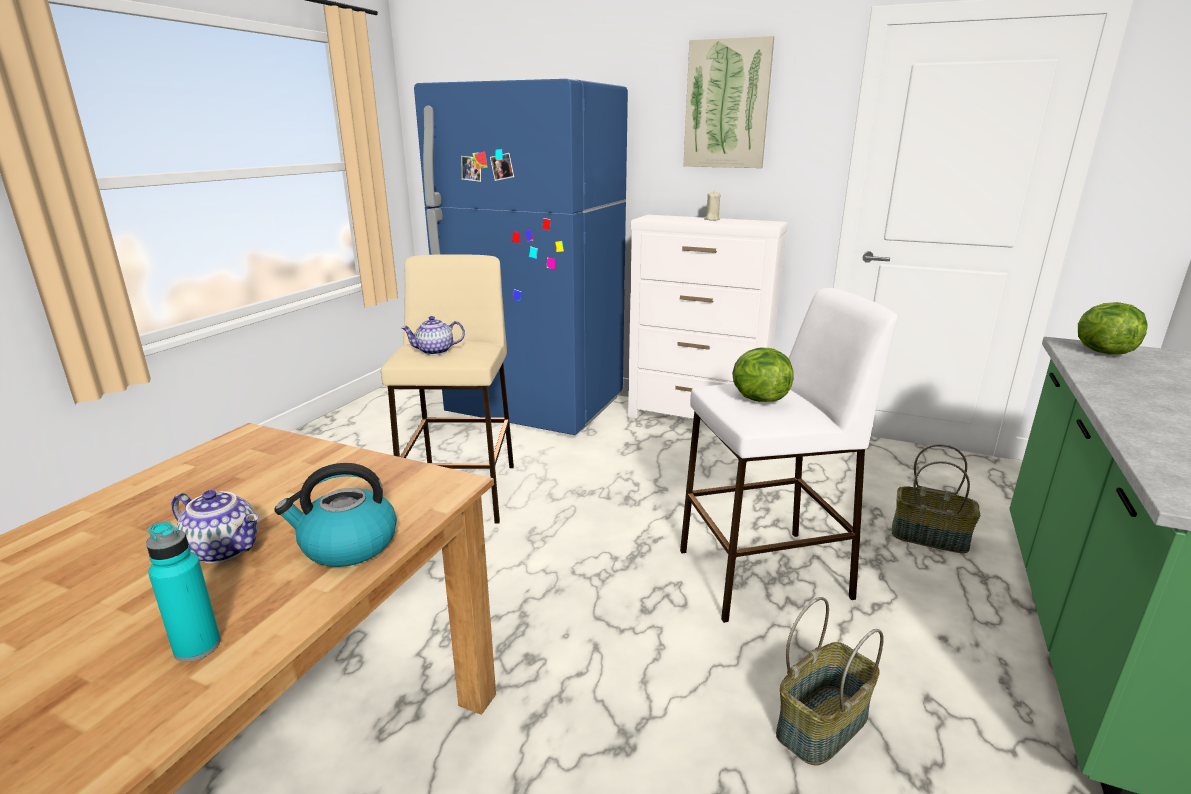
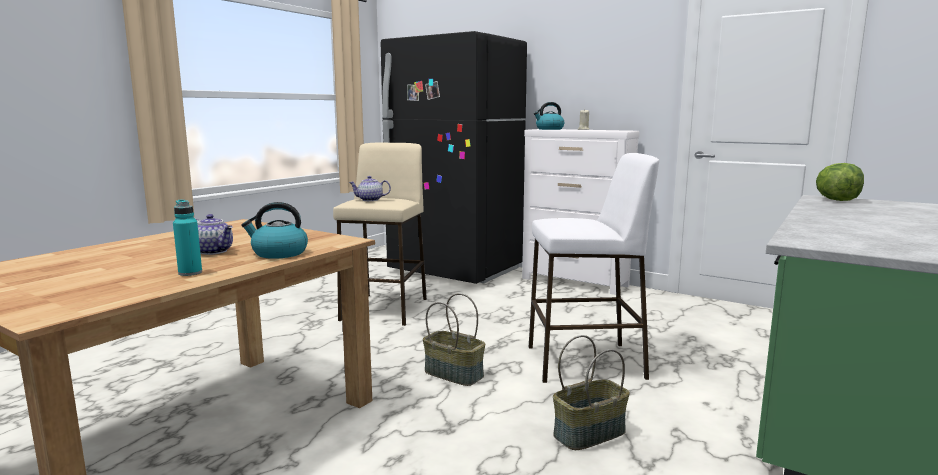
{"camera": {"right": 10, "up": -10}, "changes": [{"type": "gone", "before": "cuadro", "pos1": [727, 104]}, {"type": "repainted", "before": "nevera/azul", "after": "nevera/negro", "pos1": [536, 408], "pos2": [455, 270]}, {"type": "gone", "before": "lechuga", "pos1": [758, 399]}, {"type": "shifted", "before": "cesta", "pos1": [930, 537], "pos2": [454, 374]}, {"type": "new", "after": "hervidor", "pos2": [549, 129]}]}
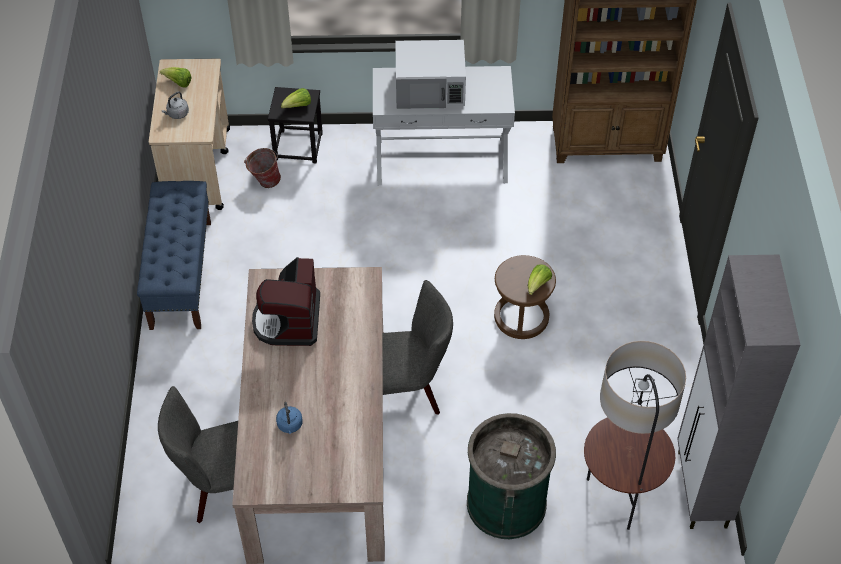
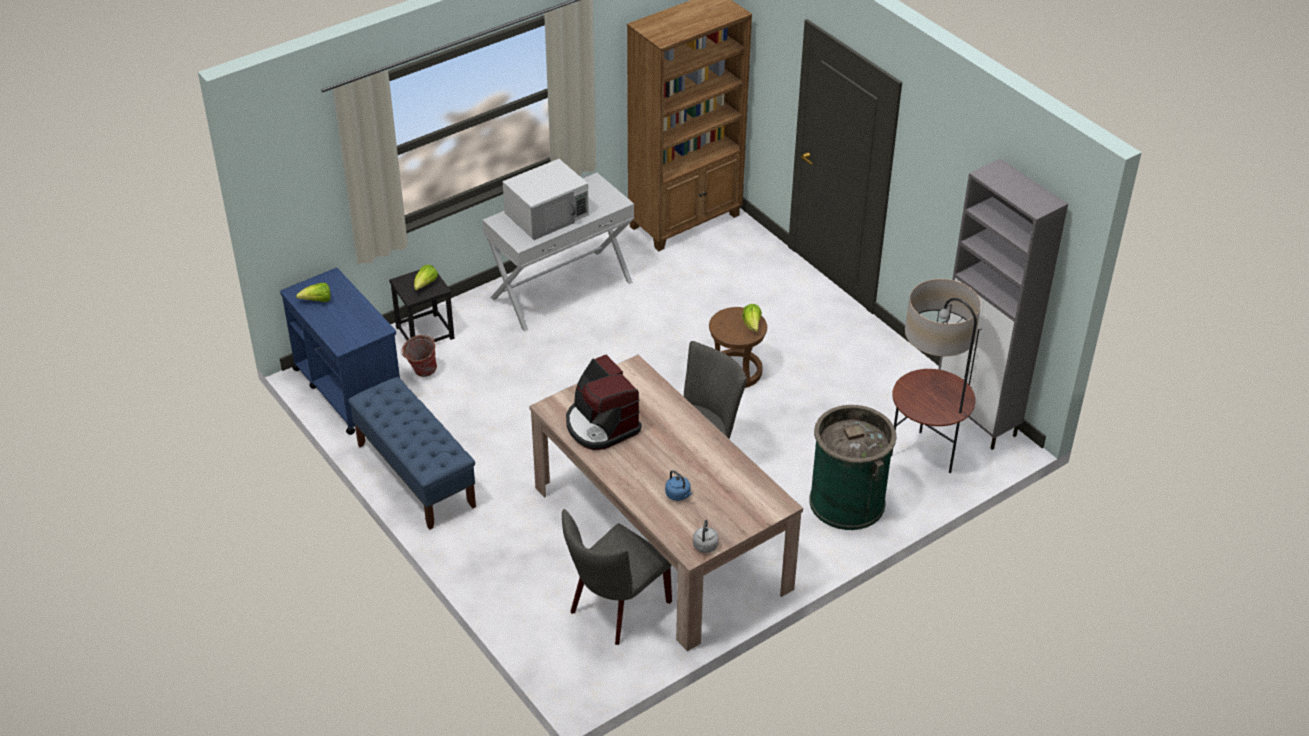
{"camera": {"right": -35, "up": -10}, "changes": [{"type": "repainted", "before": "carrito/beis", "after": "carrito/azul", "pos1": [197, 168], "pos2": [348, 389]}, {"type": "shifted", "before": "hervidor/gris", "pos1": [177, 114], "pos2": [705, 547]}]}
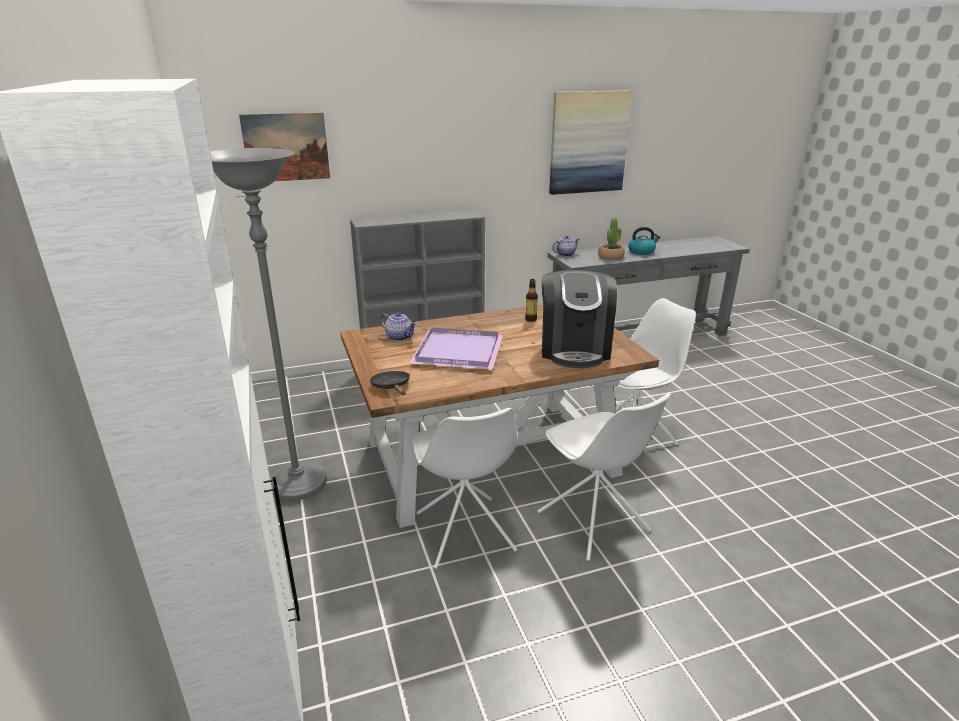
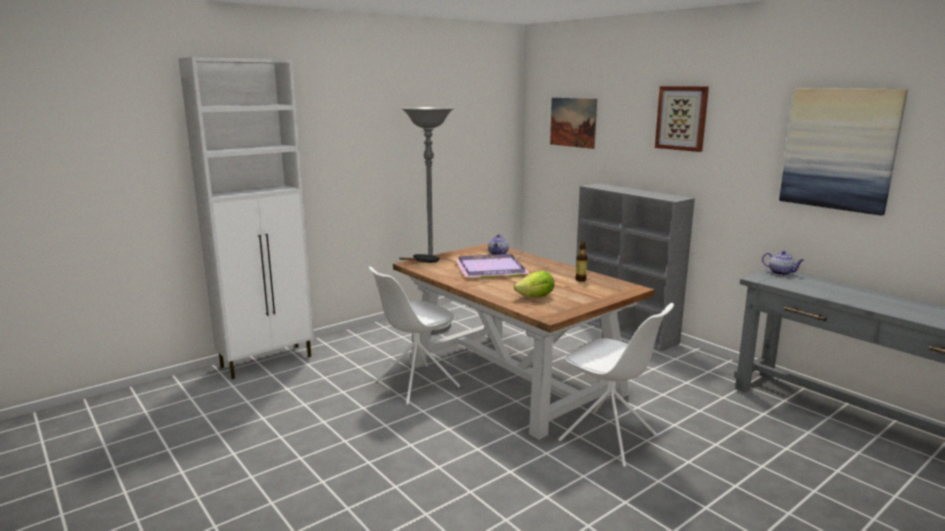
{"camera": {"right": 70, "up": -10}, "changes": [{"type": "gone", "before": "planta en maceta", "pos1": [610, 257]}, {"type": "gone", "before": "hervidor", "pos1": [642, 252]}, {"type": "swapped", "before": "cafetera", "after": "lechuga", "pos1": [574, 349], "pos2": [536, 297]}, {"type": "gone", "before": "silla/blanco", "pos1": [594, 523]}, {"type": "new", "after": "cuadro", "pos2": [682, 118]}]}
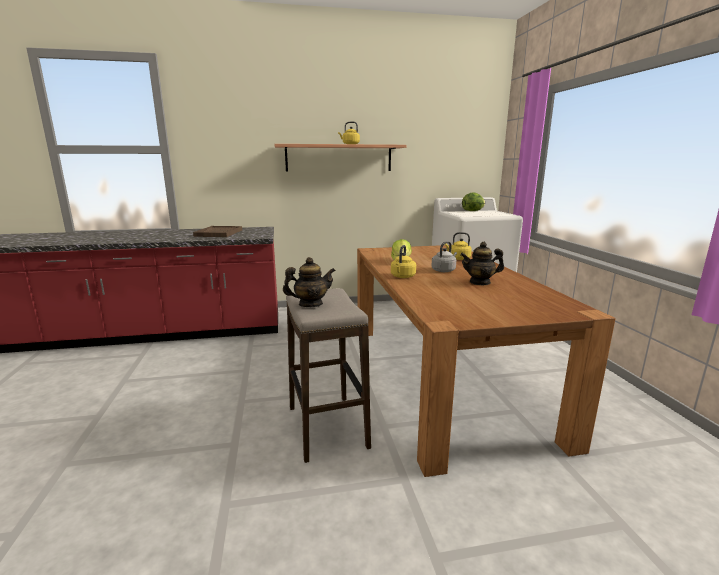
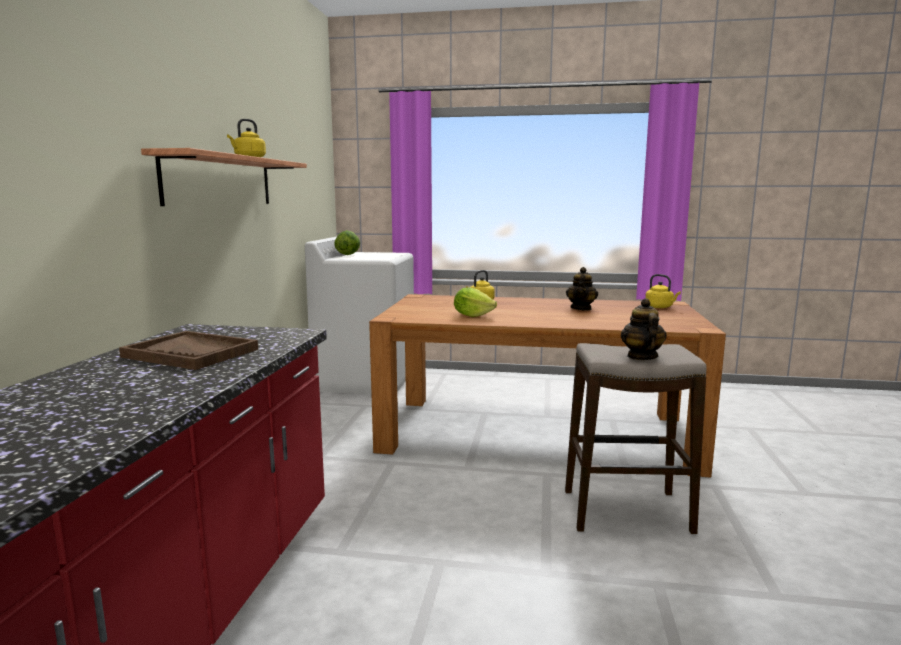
{"camera": {"right": -70, "up": -5}, "changes": [{"type": "gone", "before": "hervidor/gris", "pos1": [444, 270]}, {"type": "shifted", "before": "hervidor/amarillo", "pos1": [402, 277], "pos2": [660, 307]}]}
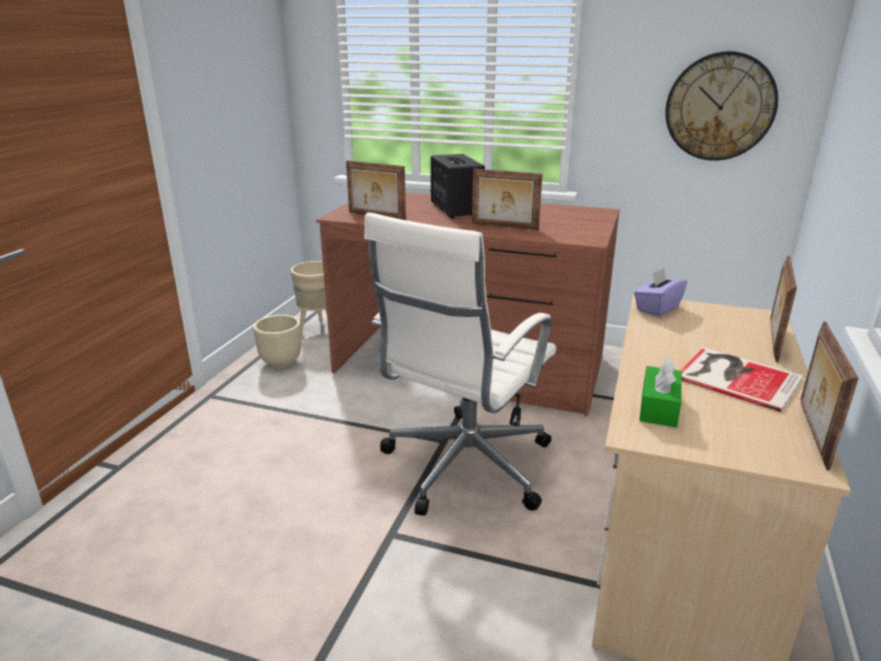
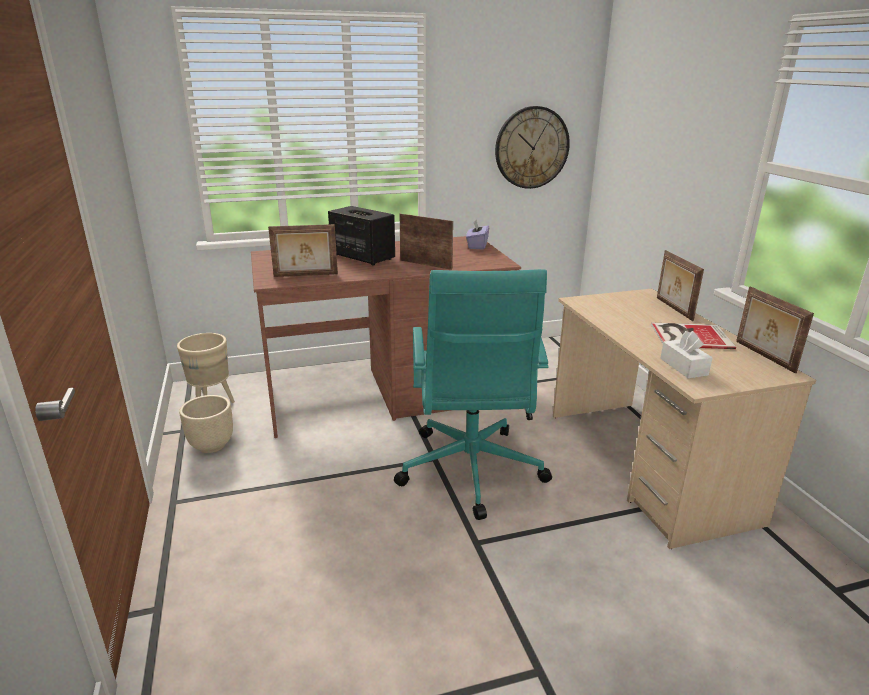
{"camera": {"right": -35, "up": 0}, "changes": [{"type": "rotated", "before": "portarretratos", "pos1": [504, 226], "pos2": [426, 264], "turn": -135}, {"type": "repainted", "before": "silla de oficina/blanco", "after": "silla de oficina/turquesa", "pos1": [464, 467], "pos2": [470, 472]}, {"type": "shifted", "before": "caja de pañuelos/morado", "pos1": [657, 308], "pos2": [477, 246]}, {"type": "repainted", "before": "caja de pañuelos/verde", "after": "caja de pañuelos/blanco", "pos1": [659, 407], "pos2": [683, 367]}]}
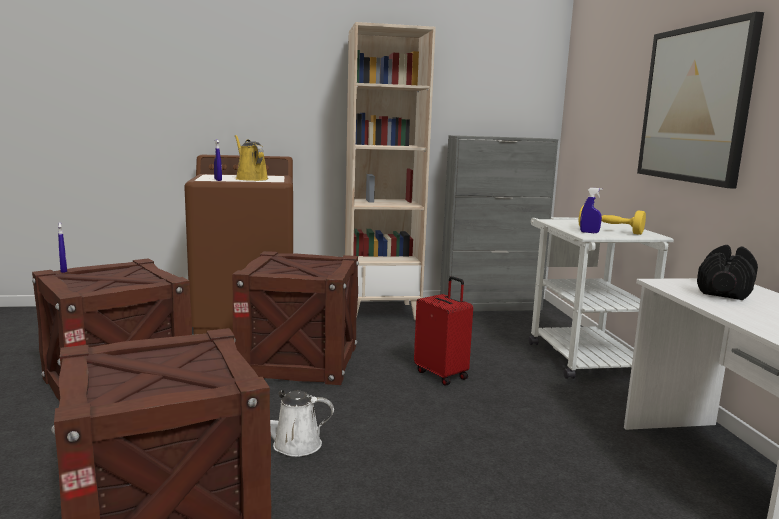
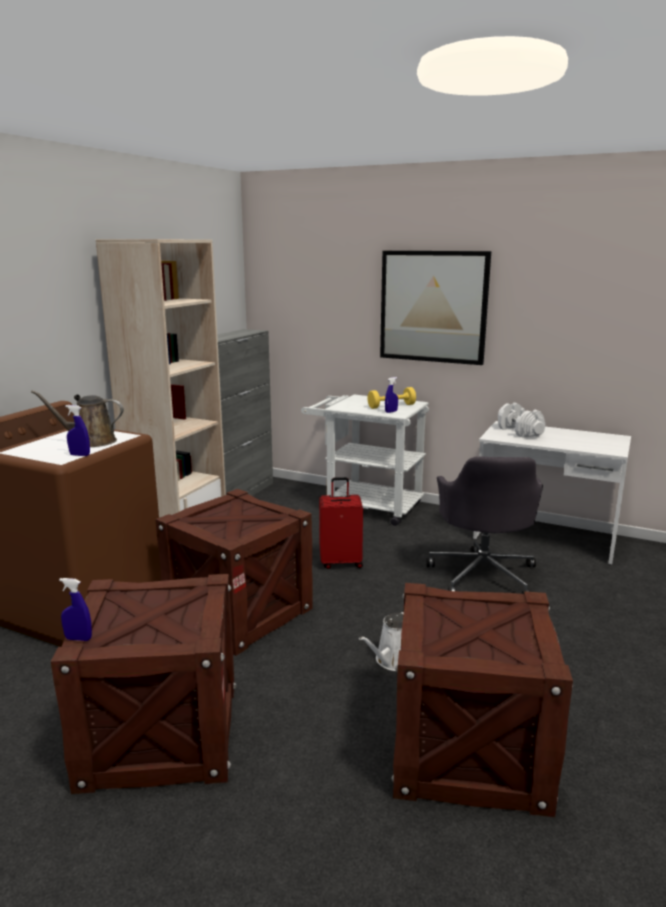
{"camera": {"right": -55, "up": 5}, "changes": [{"type": "repainted", "before": "regadera/amarillo", "after": "regadera/marrón", "pos1": [250, 179], "pos2": [90, 442]}, {"type": "repainted", "before": "mancuerna/negro", "after": "mancuerna/blanco", "pos1": [724, 290], "pos2": [519, 431]}, {"type": "new", "after": "silla de oficina/gris", "pos2": [483, 575]}]}
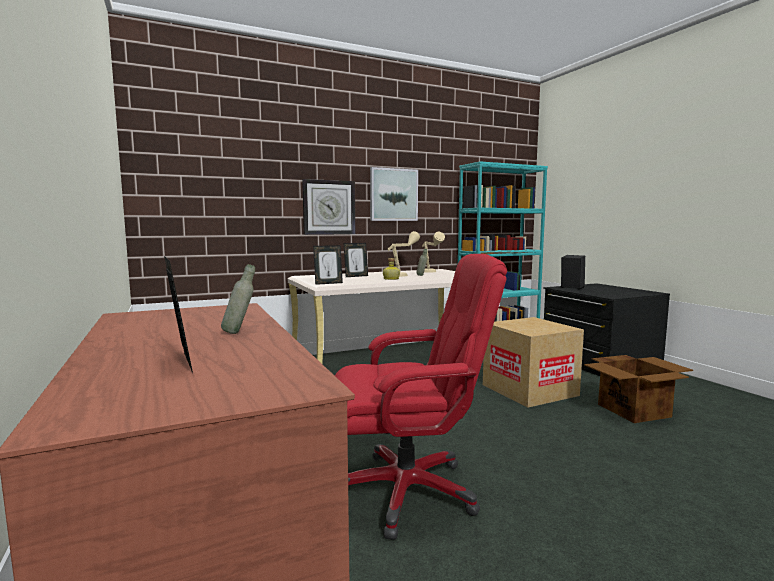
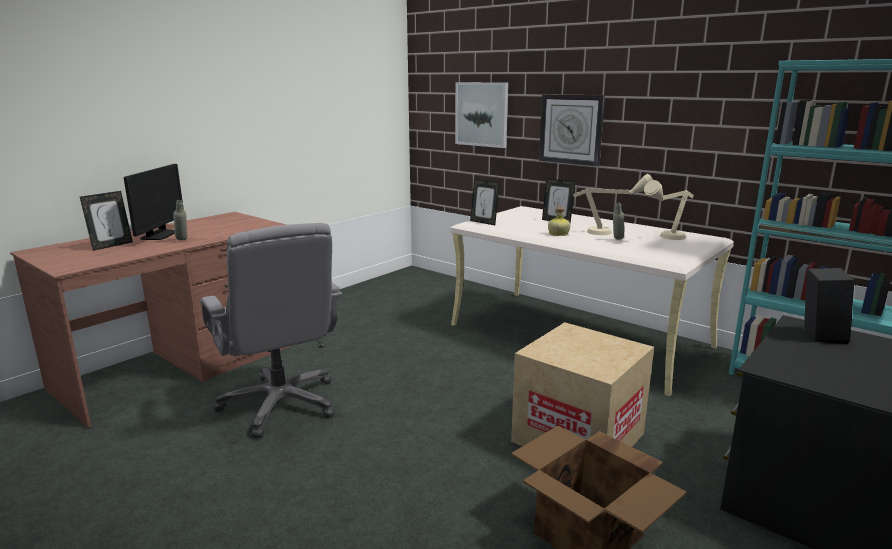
{"camera": {"right": 65, "up": 10}, "changes": [{"type": "shifted", "before": "cuadro", "pos1": [393, 195], "pos2": [482, 114]}, {"type": "repainted", "before": "silla de oficina/rojo", "after": "silla de oficina/gris", "pos1": [407, 491], "pos2": [281, 404]}, {"type": "new", "after": "monitor", "pos2": [159, 235]}]}
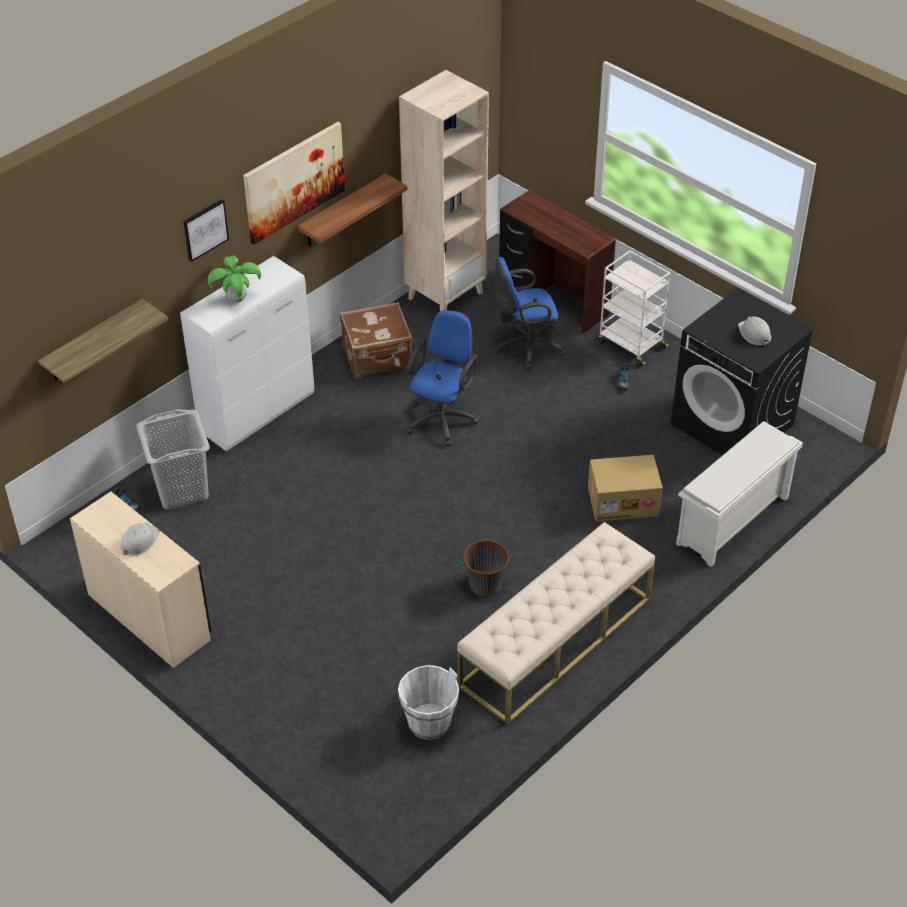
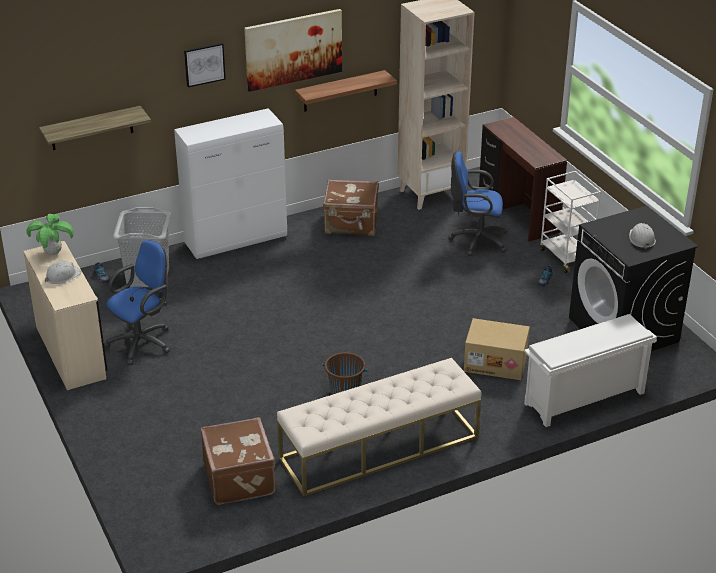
{"camera": {"right": 20, "up": -10}, "changes": [{"type": "shifted", "before": "planta en maceta", "pos1": [236, 299], "pos2": [53, 253]}, {"type": "shifted", "before": "silla de oficina/azul", "pos1": [443, 418], "pos2": [143, 342]}, {"type": "swapped", "before": "cubo/blanco", "after": "maleta/marrón", "pos1": [429, 722], "pos2": [240, 478]}]}
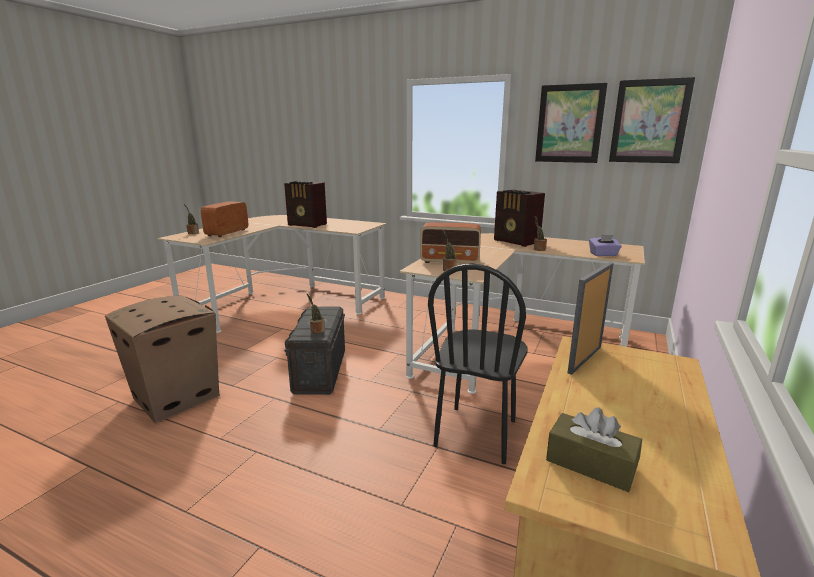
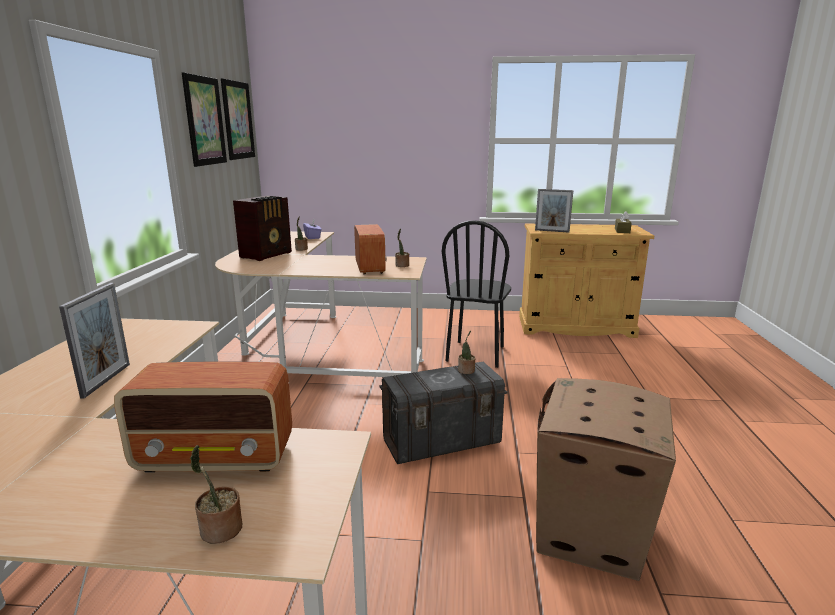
{"camera": {"right": -110, "up": 0}, "changes": [{"type": "swapped", "before": "radio", "after": "portarretratos", "pos1": [307, 225], "pos2": [106, 380]}, {"type": "rotated", "before": "silla/negro", "pos1": [476, 433], "pos2": [476, 354], "turn": 105}]}
